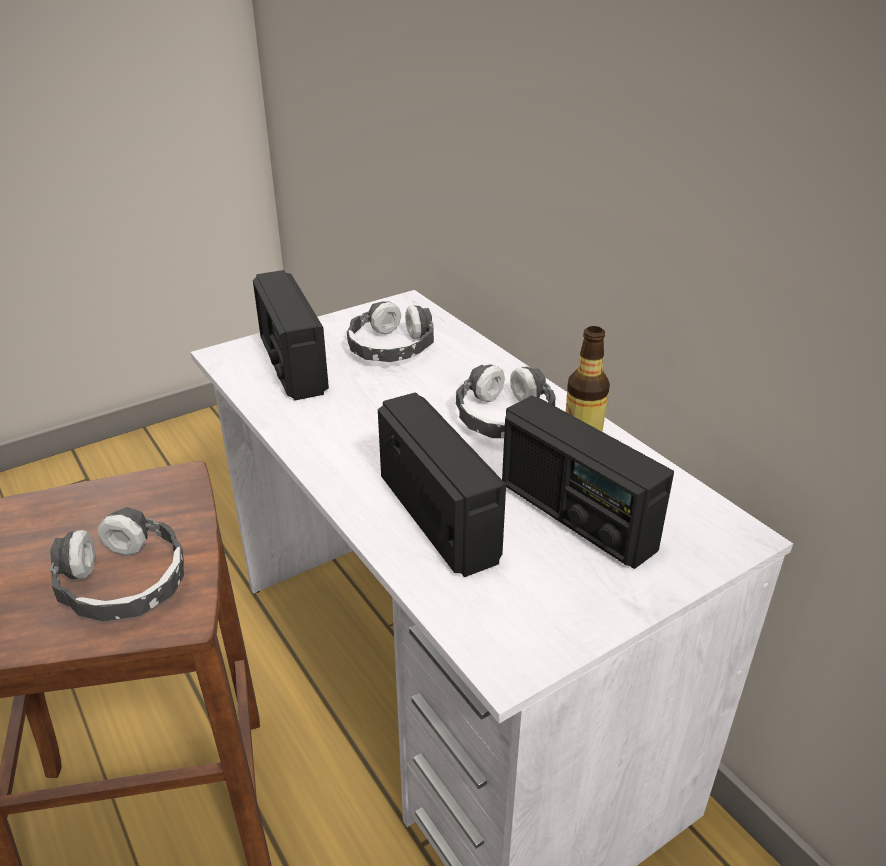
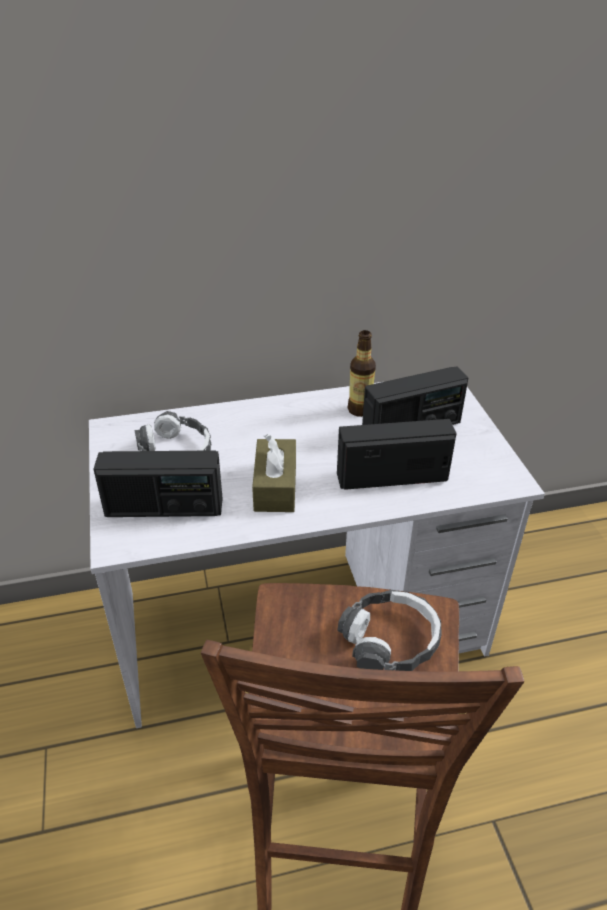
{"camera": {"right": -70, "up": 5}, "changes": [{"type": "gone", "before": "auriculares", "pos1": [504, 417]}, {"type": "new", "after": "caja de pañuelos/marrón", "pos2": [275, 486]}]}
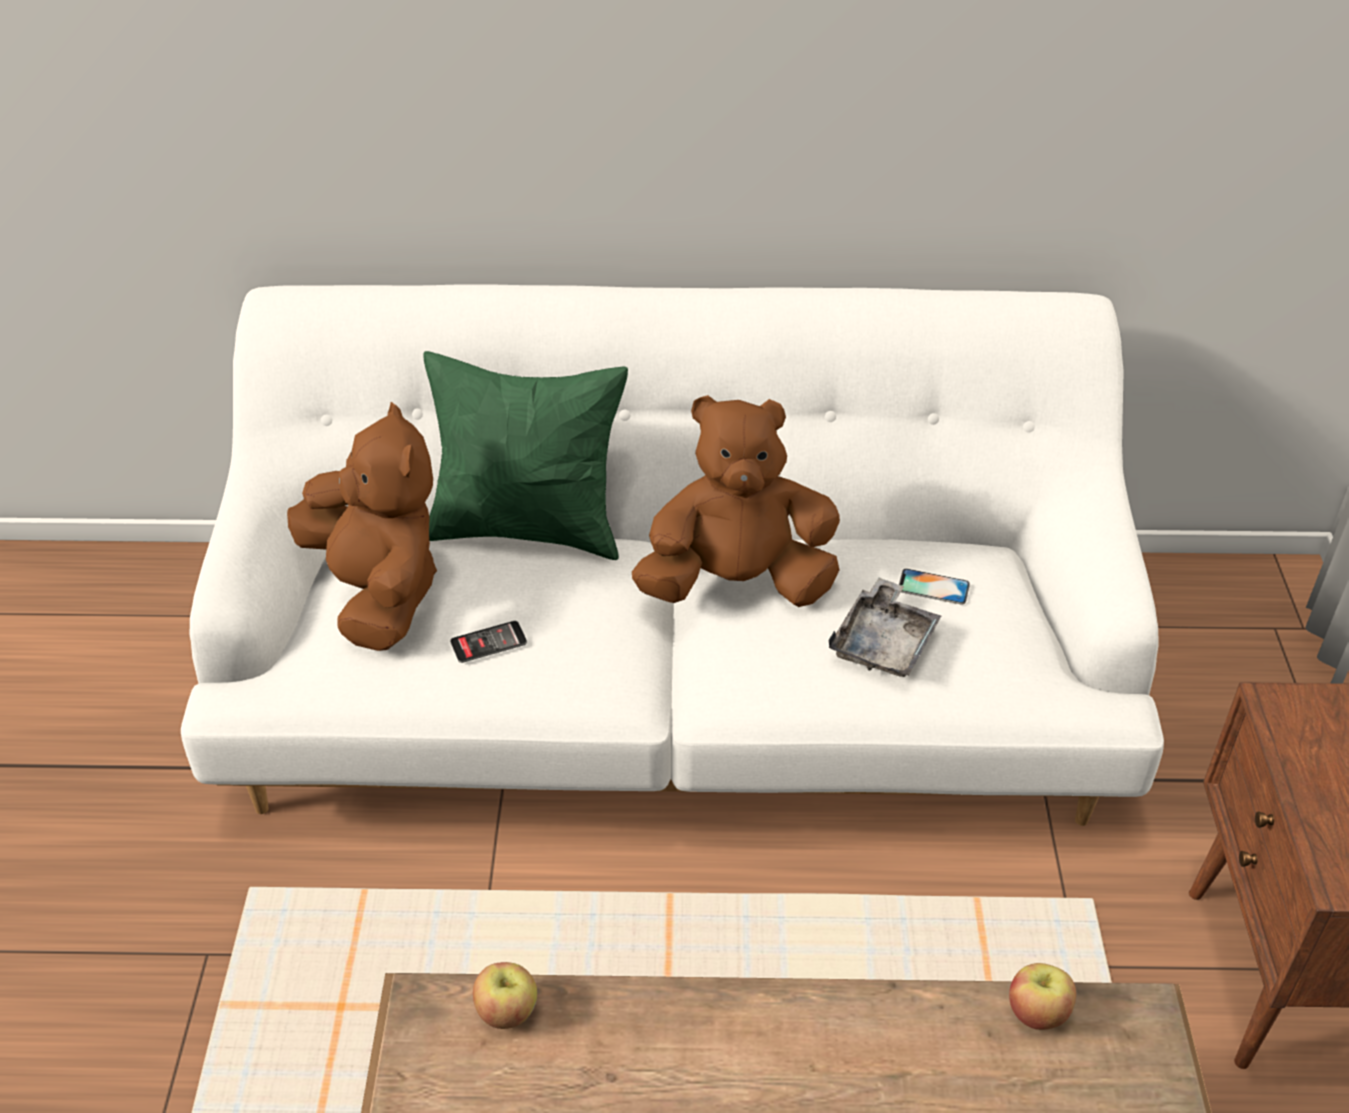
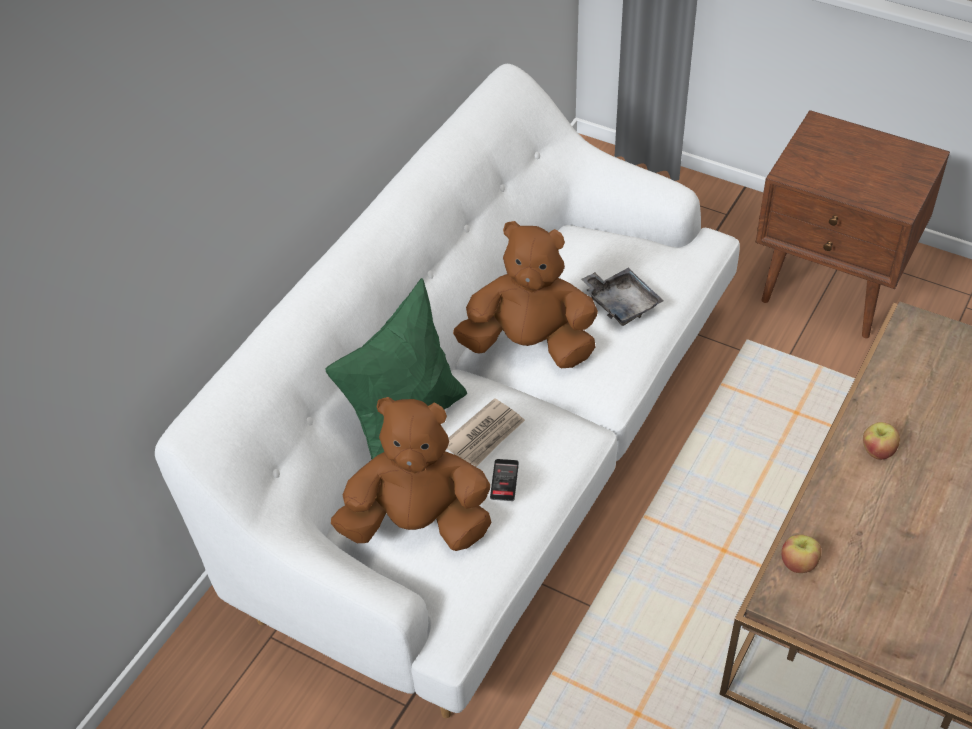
{"camera": {"right": -60, "up": 5}, "changes": [{"type": "rotated", "before": "peluche/marrón", "pos1": [737, 583], "pos2": [529, 345], "turn": 75}, {"type": "gone", "before": "móvil", "pos1": [933, 587]}, {"type": "shifted", "before": "manzana", "pos1": [1037, 1012], "pos2": [877, 451]}, {"type": "new", "after": "periódico", "pos2": [485, 435]}]}
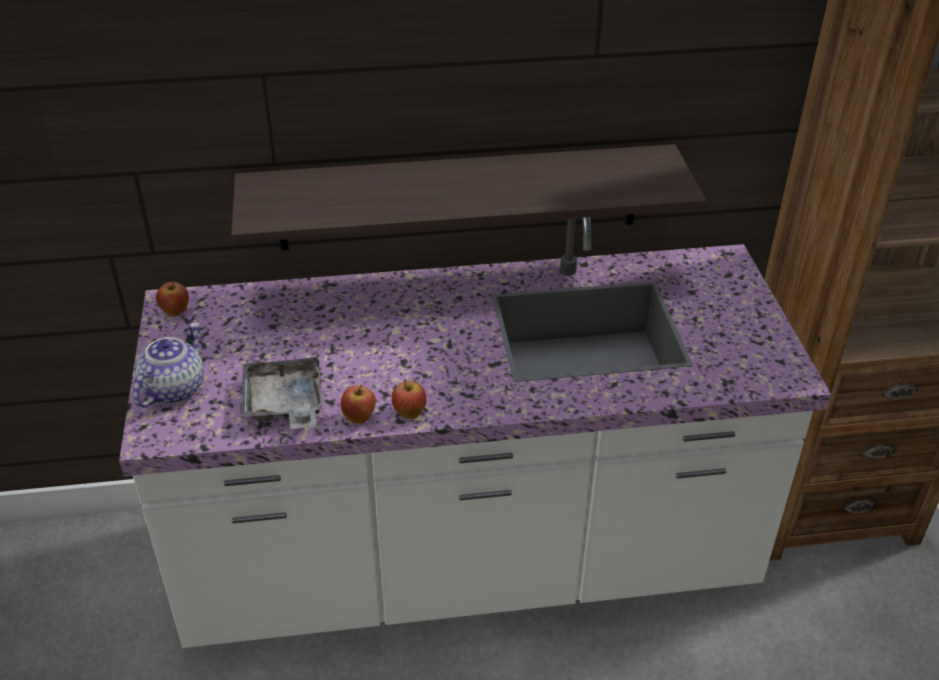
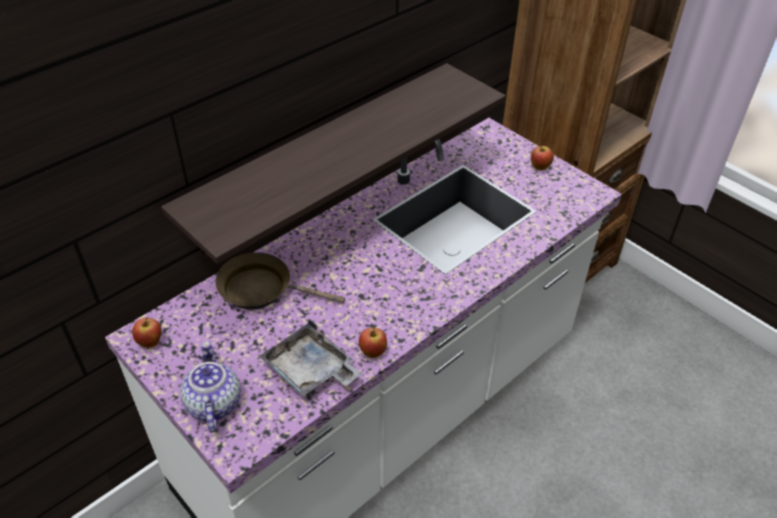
{"camera": {"right": -35, "up": 5}, "changes": [{"type": "shifted", "before": "manzana", "pos1": [409, 414], "pos2": [539, 167]}, {"type": "new", "after": "sartén/marrón", "pos2": [262, 290]}]}
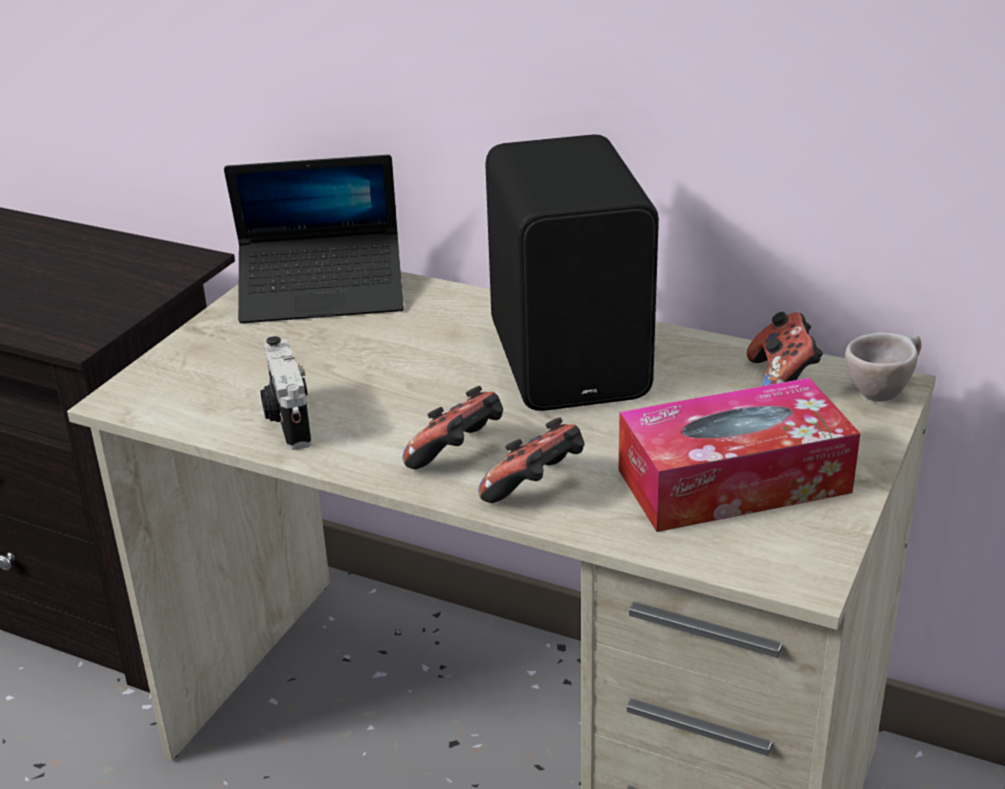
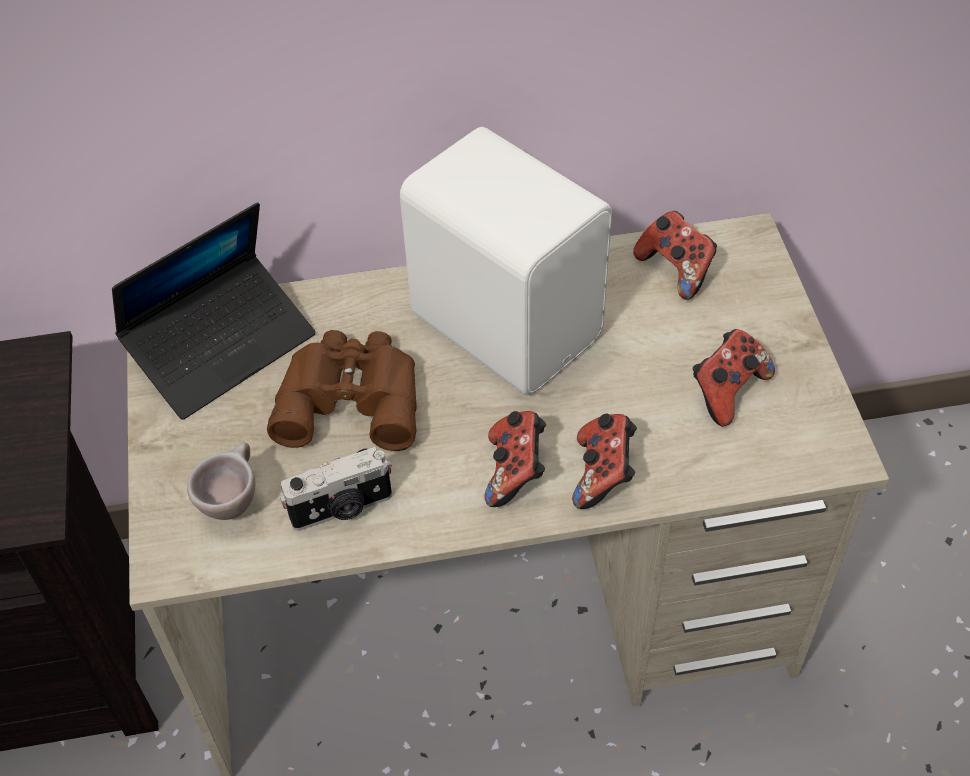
{"camera": {"right": -35, "up": 20}, "changes": [{"type": "repainted", "before": "altavoz/negro", "after": "altavoz/blanco", "pos1": [573, 360], "pos2": [507, 323]}, {"type": "shifted", "before": "taza/beis", "pos1": [882, 391], "pos2": [233, 499]}, {"type": "rotated", "before": "cámara", "pos1": [287, 420], "pos2": [342, 509], "turn": -60}, {"type": "swapped", "before": "caja de pañuelos", "after": "mando de consola", "pos1": [733, 481], "pos2": [727, 390]}, {"type": "new", "after": "prismáticos/marrón", "pos2": [350, 396]}]}
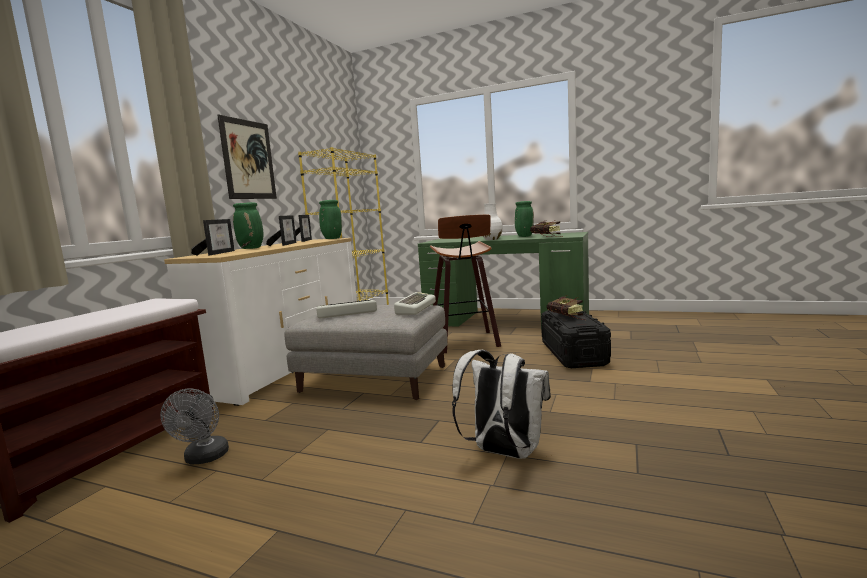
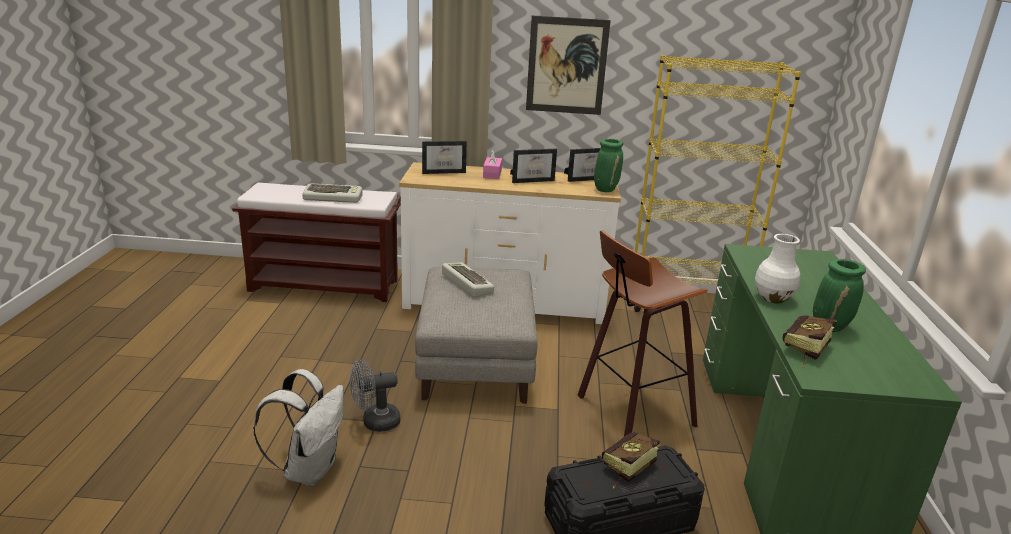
{"camera": {"right": 70, "up": 15}, "changes": [{"type": "swapped", "before": "florero/verde", "after": "caja de pañuelos/rosa", "pos1": [252, 248], "pos2": [492, 174]}, {"type": "shifted", "before": "teclado", "pos1": [415, 308], "pos2": [334, 197]}, {"type": "shifted", "before": "ventilador/gris", "pos1": [204, 458], "pos2": [375, 422]}]}
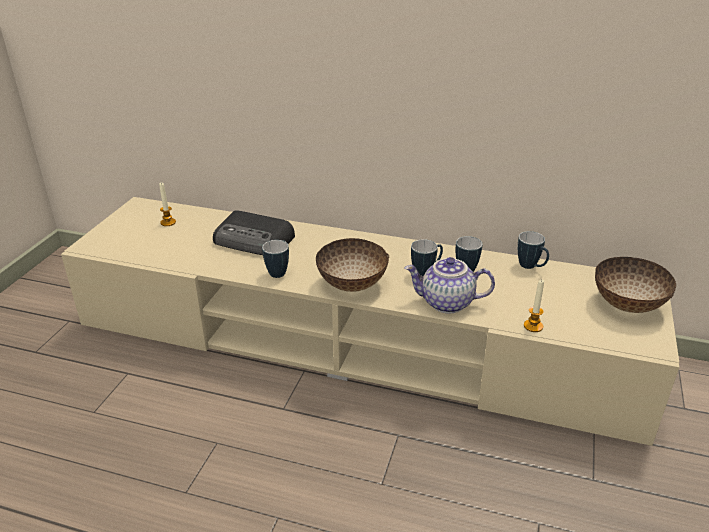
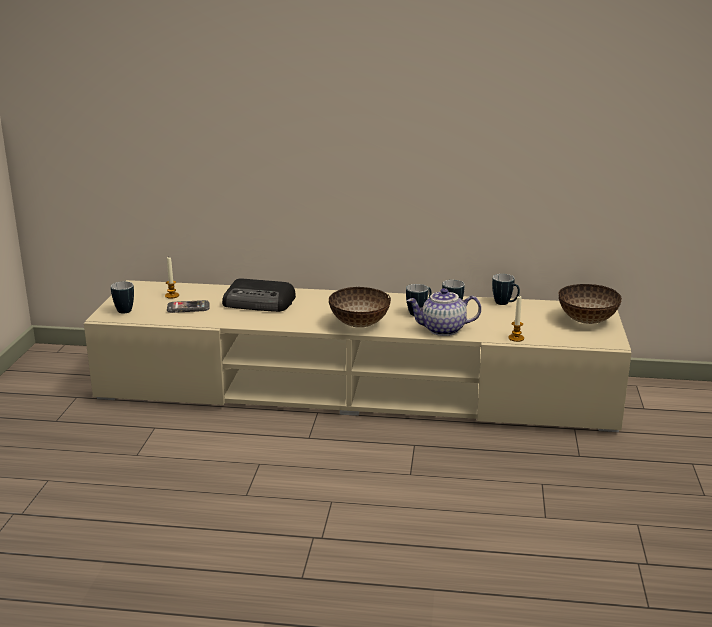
{"camera": {"right": -10, "up": -10}, "changes": [{"type": "shifted", "before": "taza grande", "pos1": [279, 271], "pos2": [126, 309]}, {"type": "new", "after": "móvil", "pos2": [188, 308]}]}
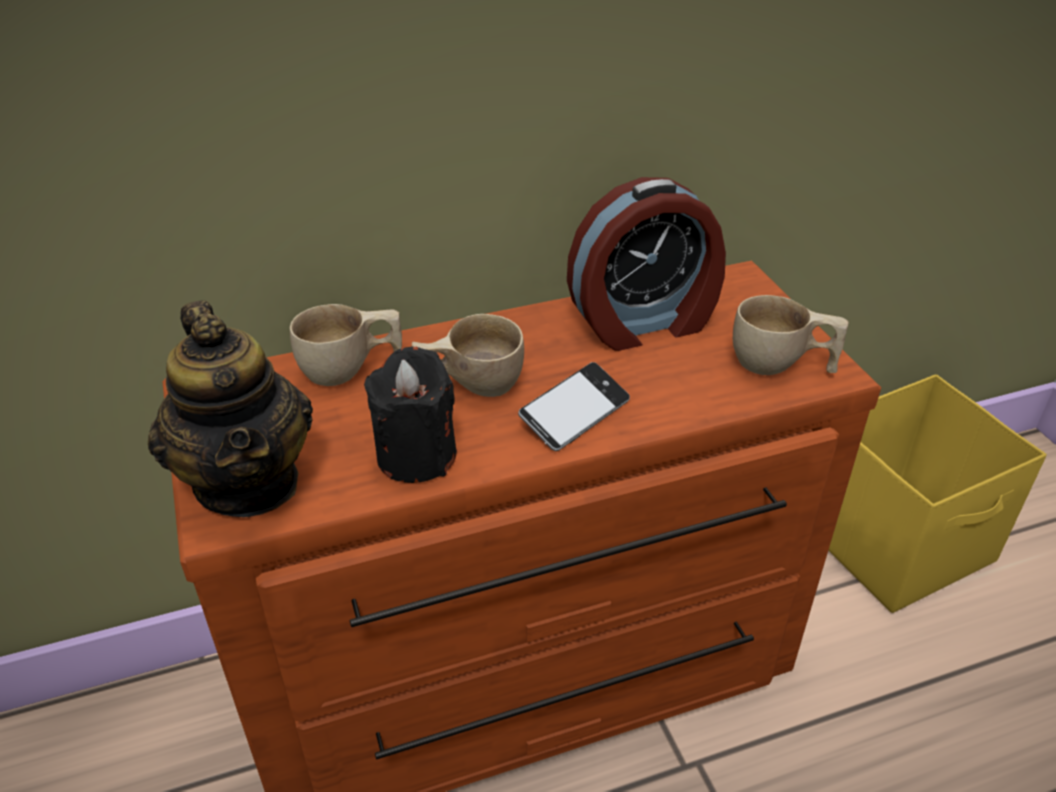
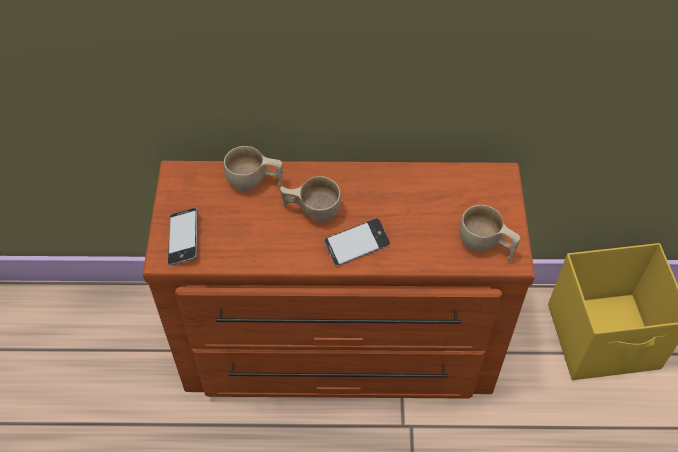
{"camera": {"right": 20, "up": 15}, "changes": [{"type": "gone", "before": "despertador", "pos1": [644, 323]}, {"type": "swapped", "before": "tetera", "after": "móvil", "pos1": [248, 482], "pos2": [183, 239]}, {"type": "gone", "before": "vela/negro", "pos1": [416, 455]}]}
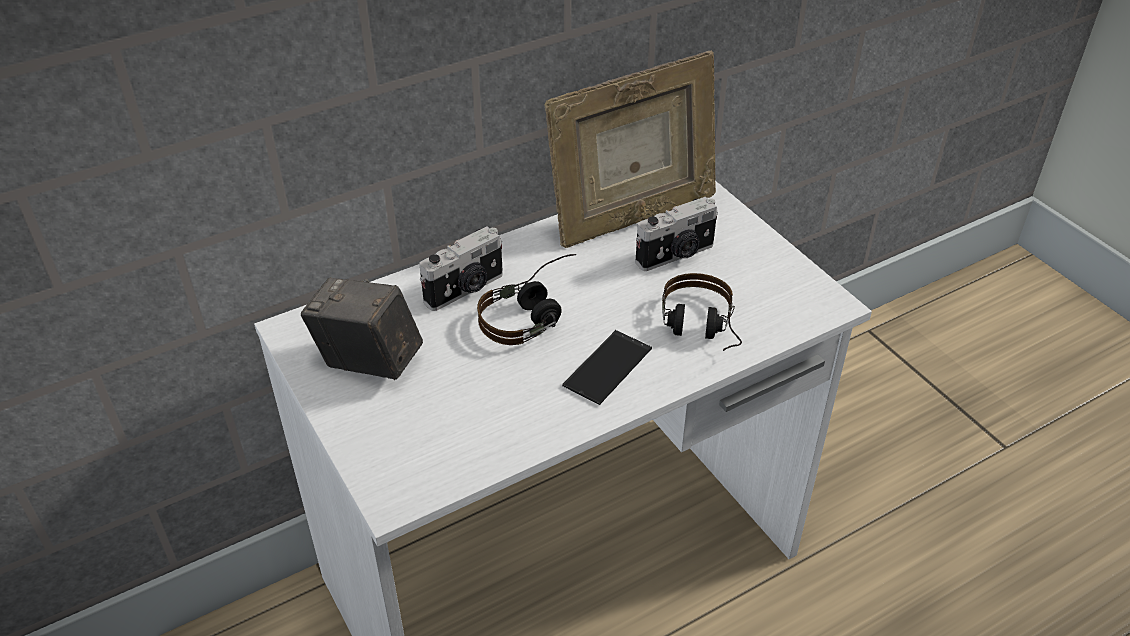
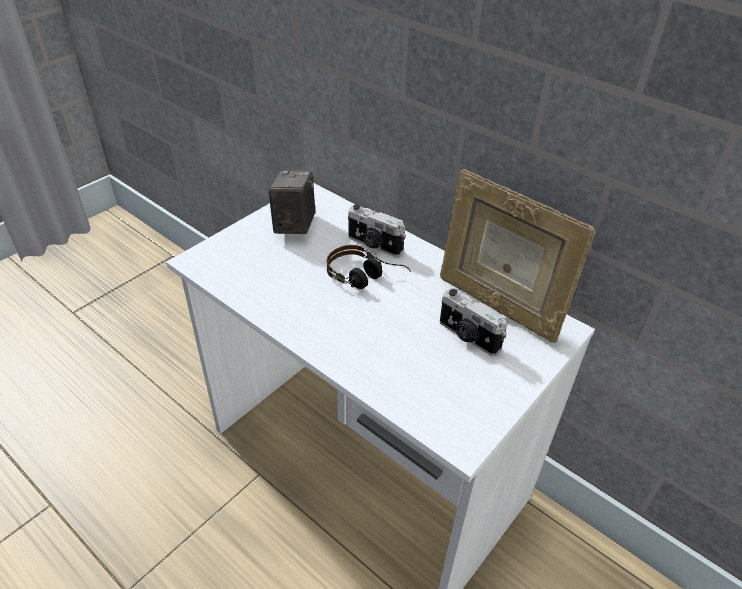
{"camera": {"right": 70, "up": 0}, "changes": [{"type": "gone", "before": "auriculares", "pos1": [699, 331]}, {"type": "gone", "before": "móvil", "pos1": [607, 367]}]}
